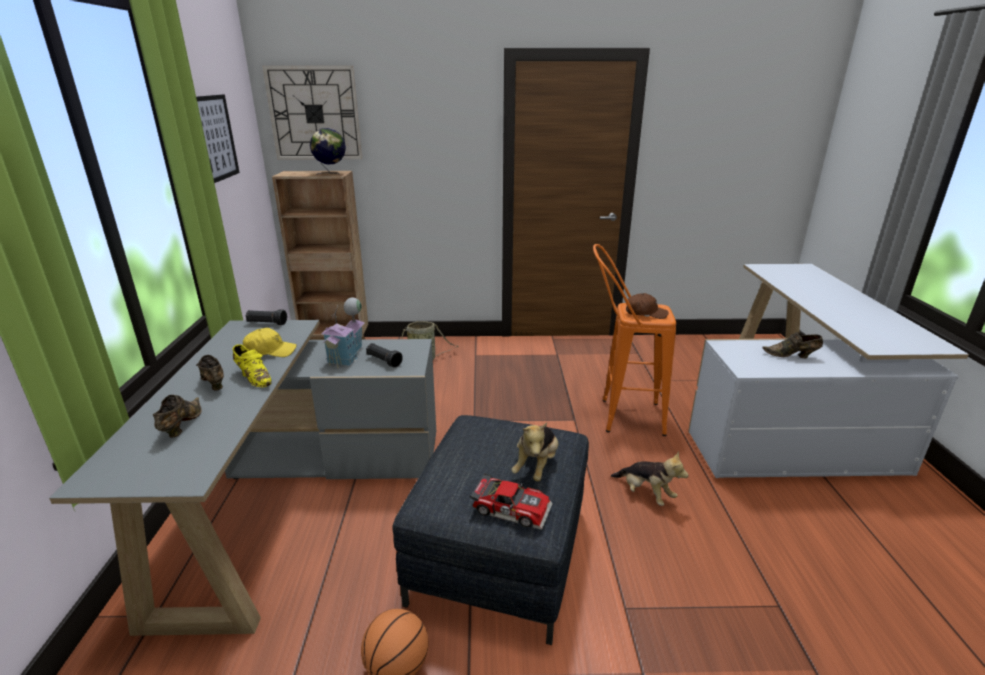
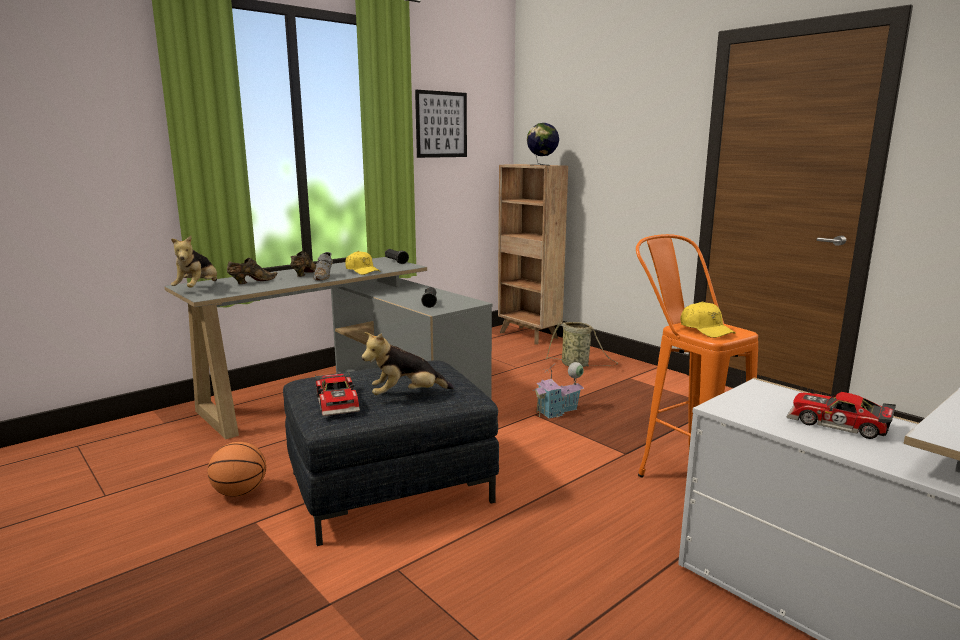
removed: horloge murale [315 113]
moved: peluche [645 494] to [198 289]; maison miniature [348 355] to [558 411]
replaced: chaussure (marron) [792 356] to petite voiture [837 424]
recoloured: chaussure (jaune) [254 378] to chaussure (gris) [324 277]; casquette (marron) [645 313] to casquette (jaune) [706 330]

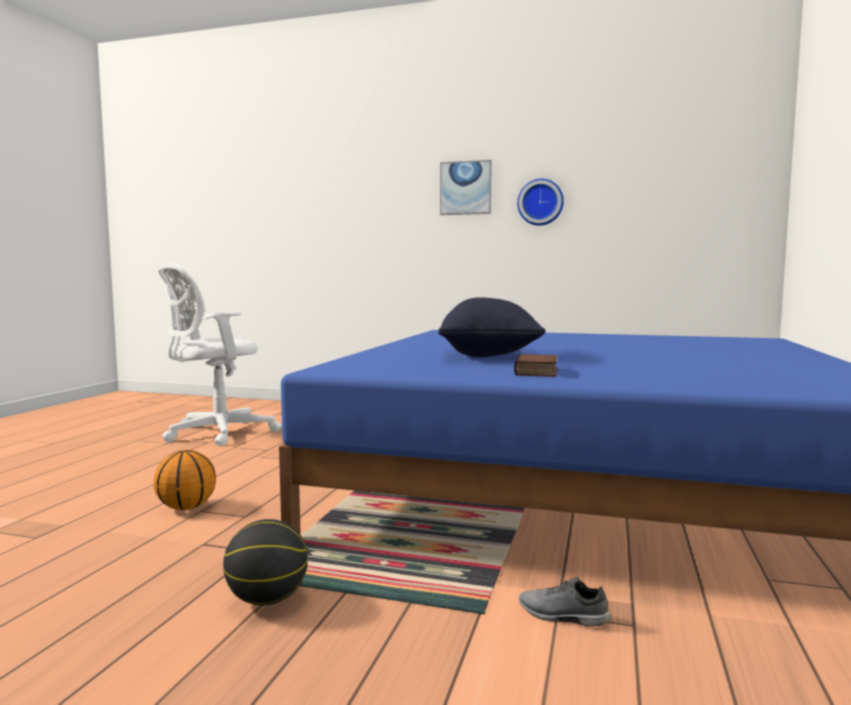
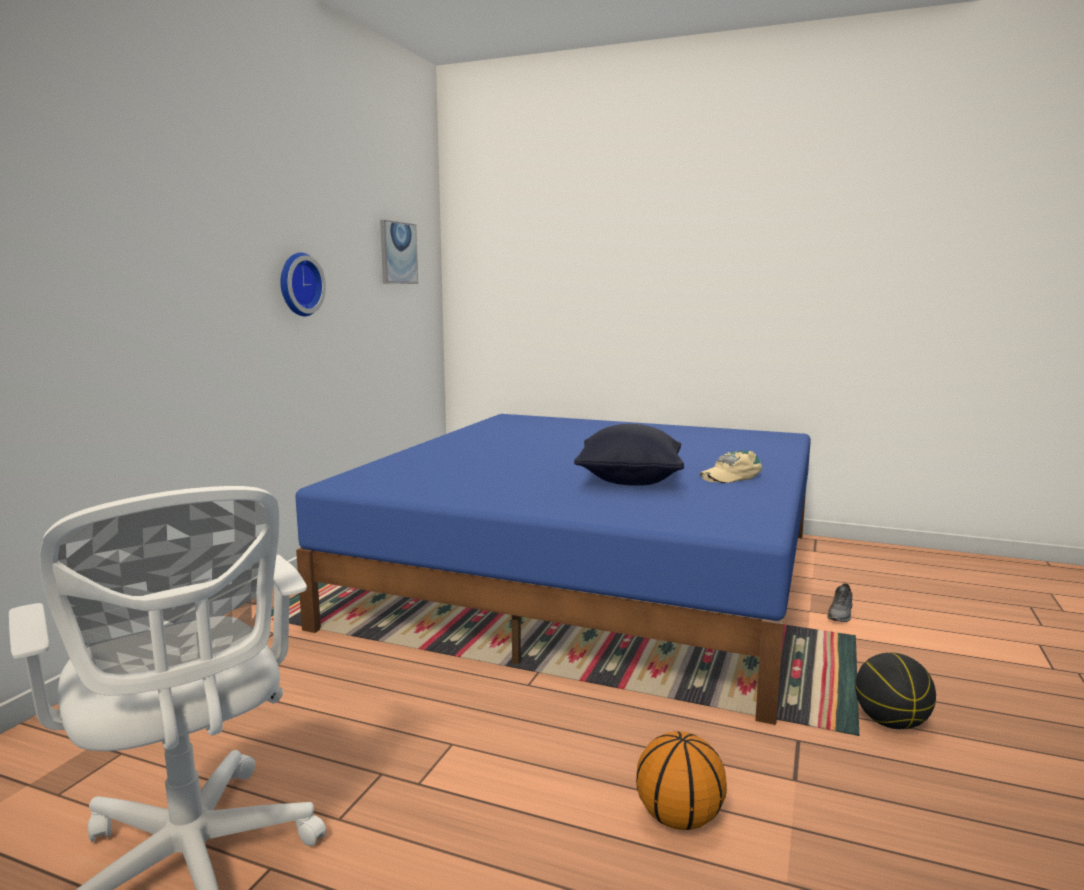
moved: tableau [465 188] to [398 253]
replaced: livre [538 372] to casquette (beige) [731 476]

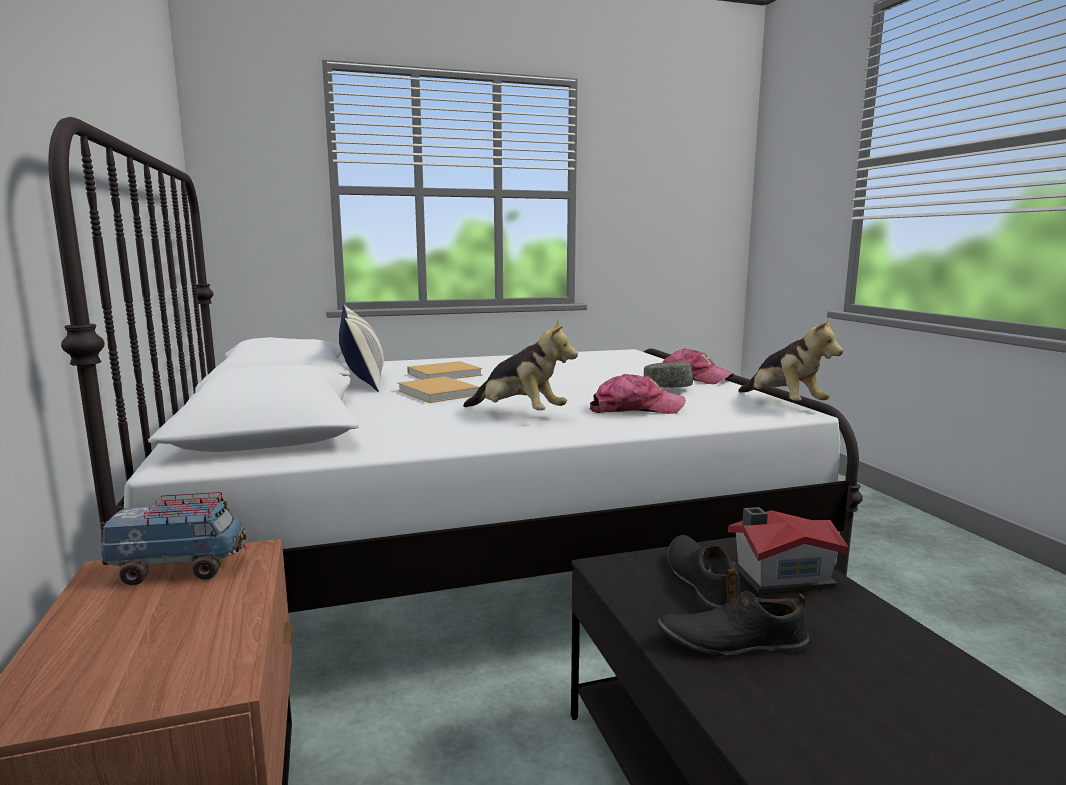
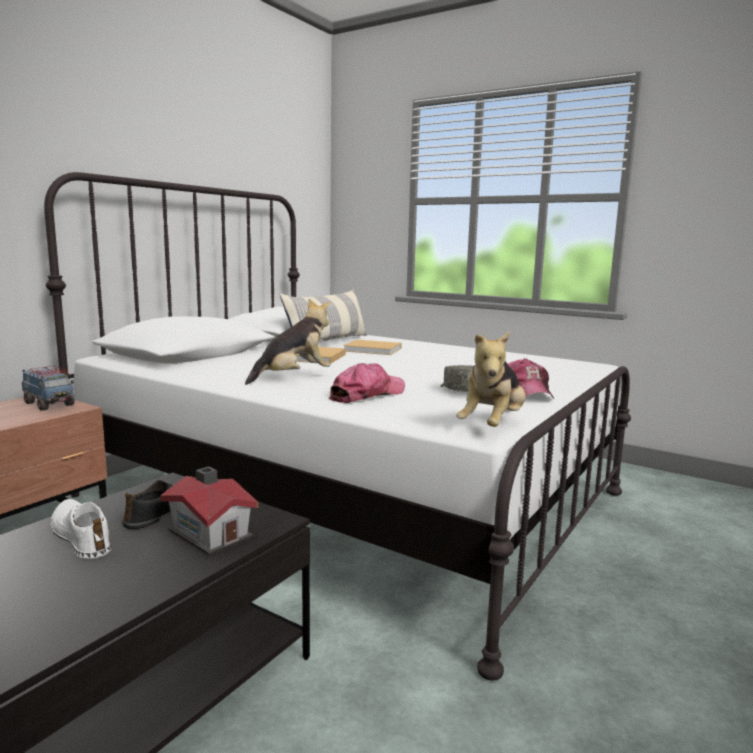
recoloured: chaussure (noir) [731 642] to chaussure (blanc) [82 535]
turned: peluche [519 414] = [293 377] 120 degrees counterclockwise; casquette [635 409] = [367 394] 90 degrees counterclockwise

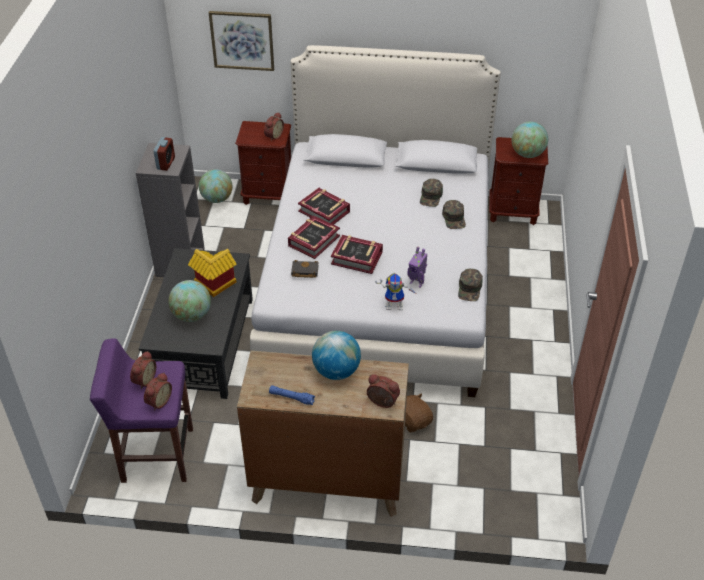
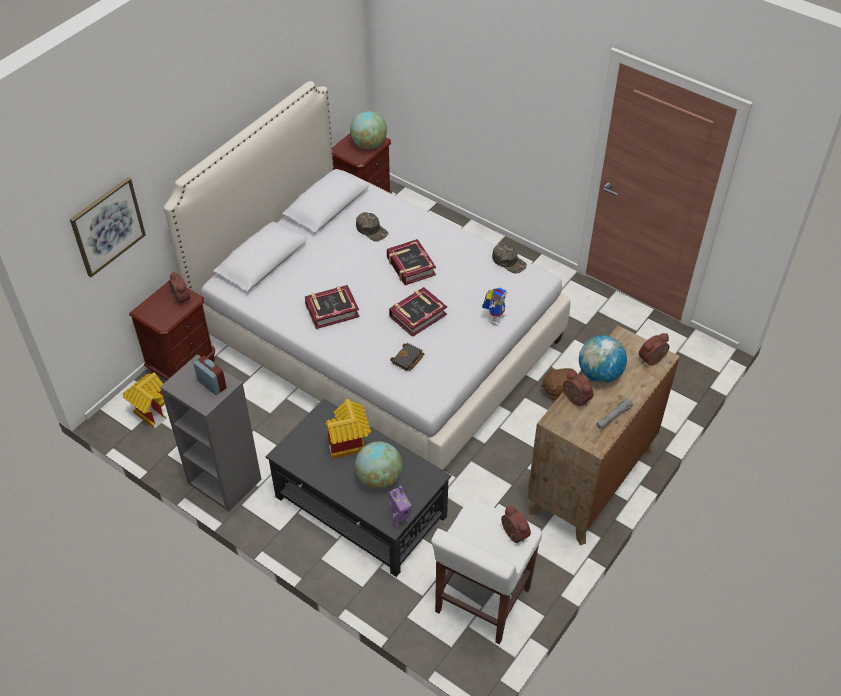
removed: casquette (vert) [454 218]
moved: livre [313 241] to [410 266]; robot jouet [417 282] to [400 519]; réveil [143 380] to [575 400]
replaced: globe [217 199] to maison miniature [150 410]
recoloured: tabouret (violet) [156 455] to tabouret (blanc) [481 601]; lampe de poche (bleu) [291 398] to lampe de poche (gris) [613 417]

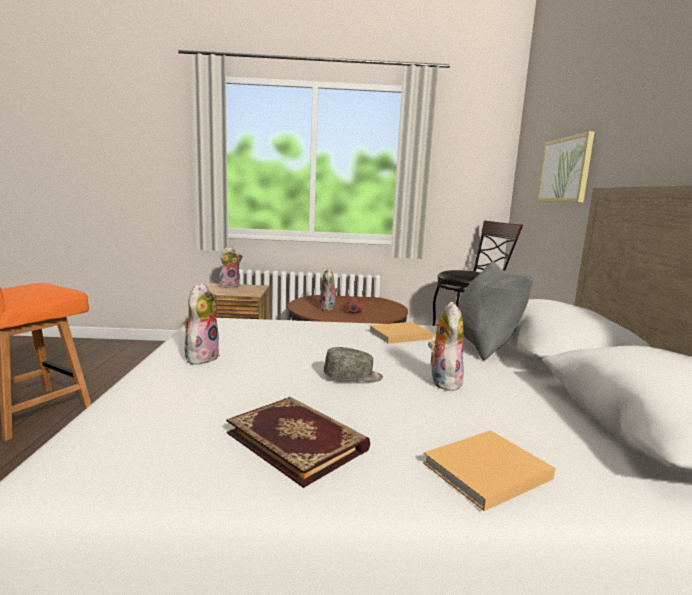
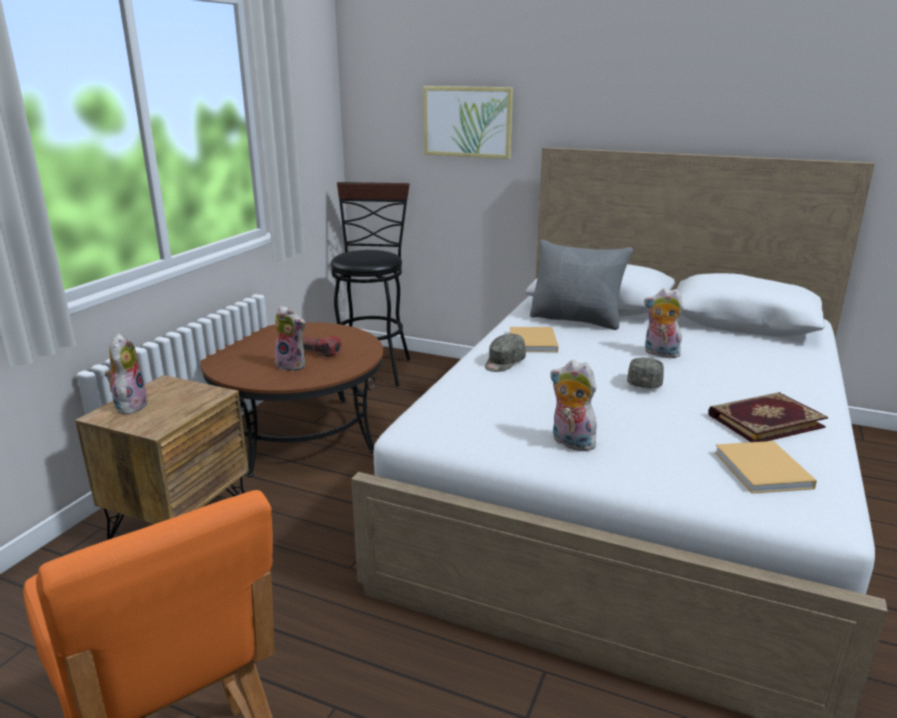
added: casquette (gris) [504 363]
moved: livre (beige) [484 471] to [763 471]

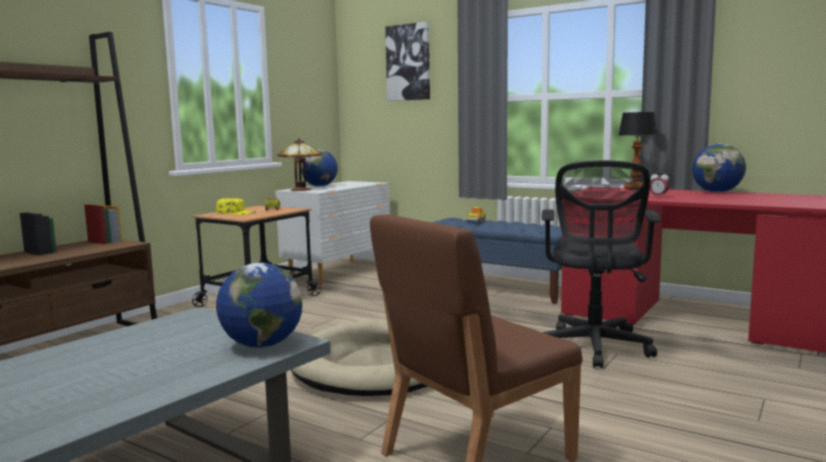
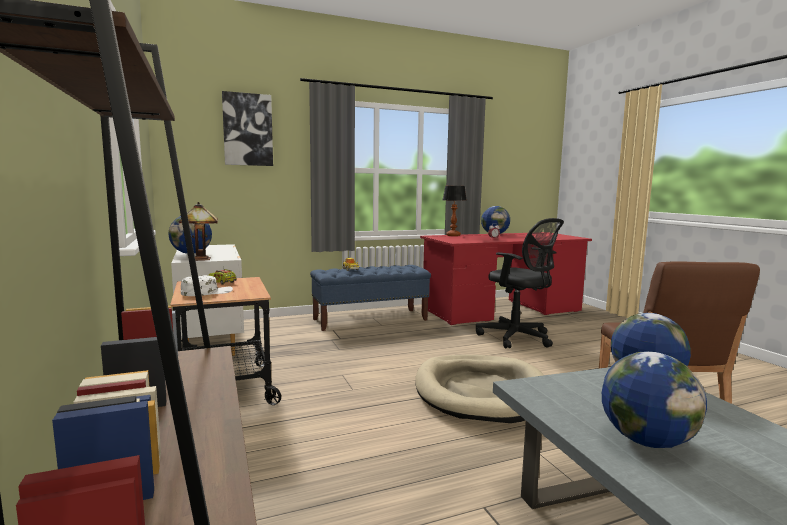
added: globe [646 441]
recoloured: casquette (jaune) [236 212] to casquette (blanc) [207 292]

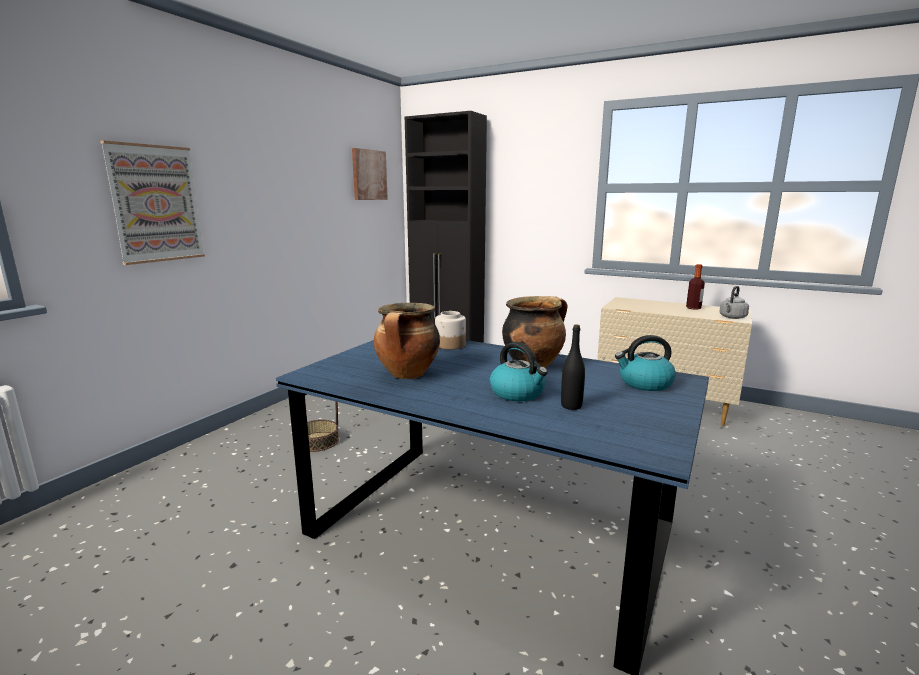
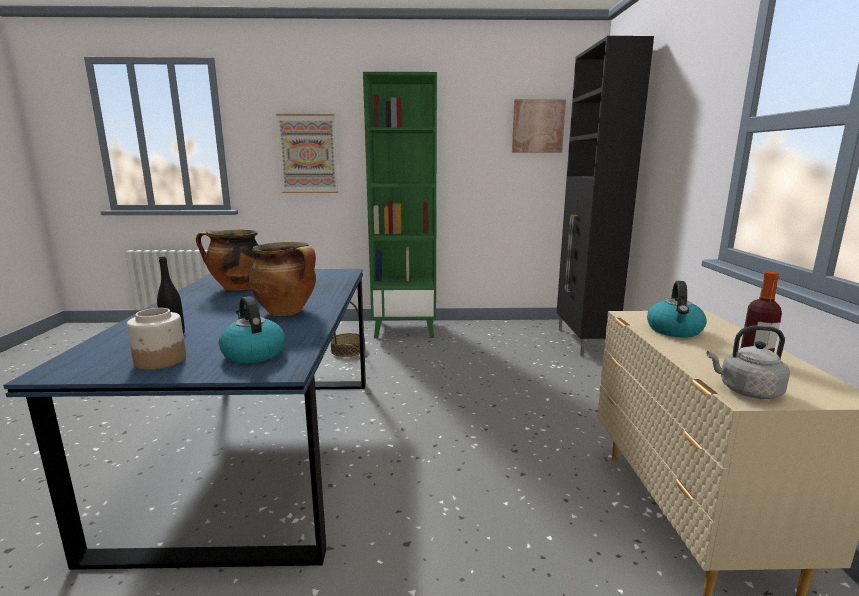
added: bibliothèque (vert) [405 329]
moved: bocal [451 345] to [160 360]; bouilloire [518 393] to [674 331]

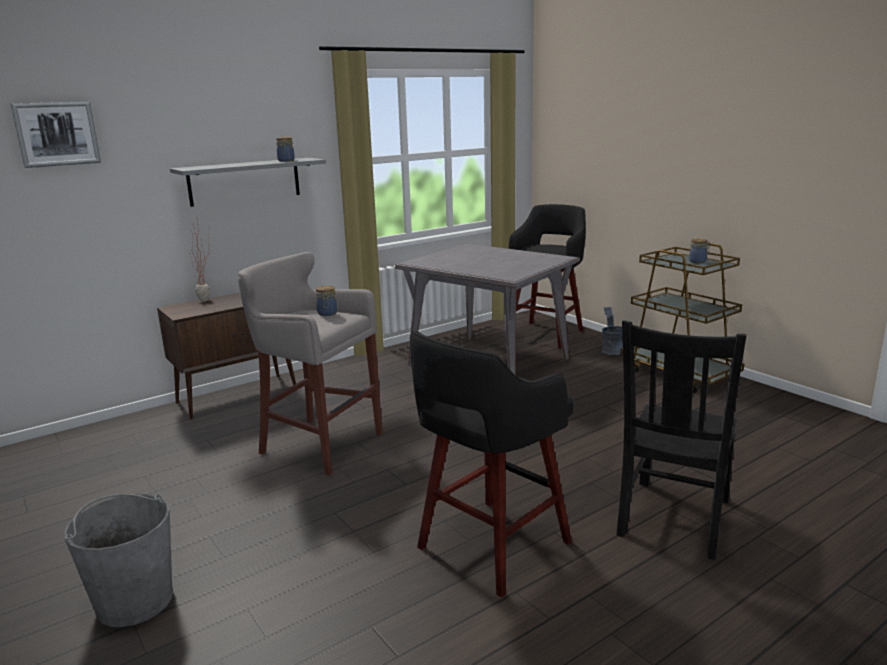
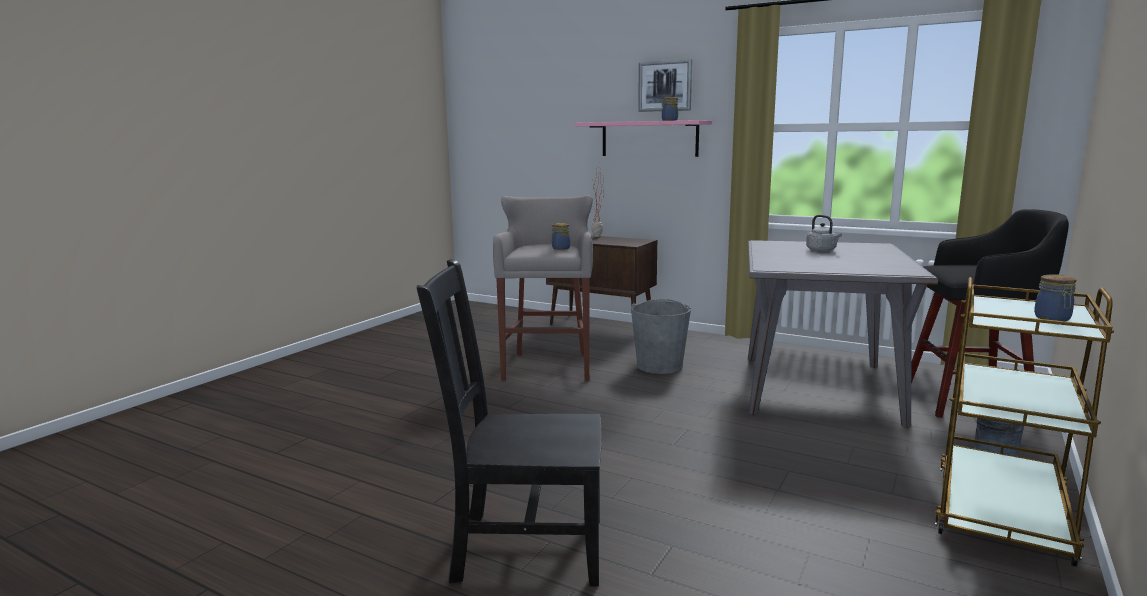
removed: tabouret (noir) [490 547]
added: bouilloire (gris) [822 250]
moved: seau (gris) [134 600] to [659 366]; tableau [57 134] to [665 86]
recoloured: étagère (gris) [245 181] to étagère (rose) [649 139]

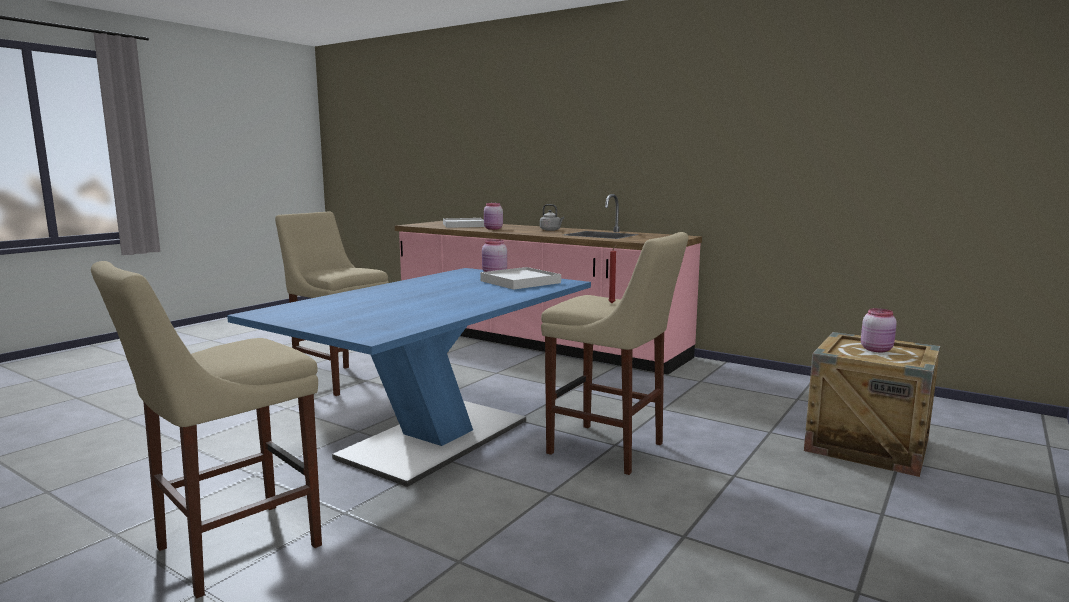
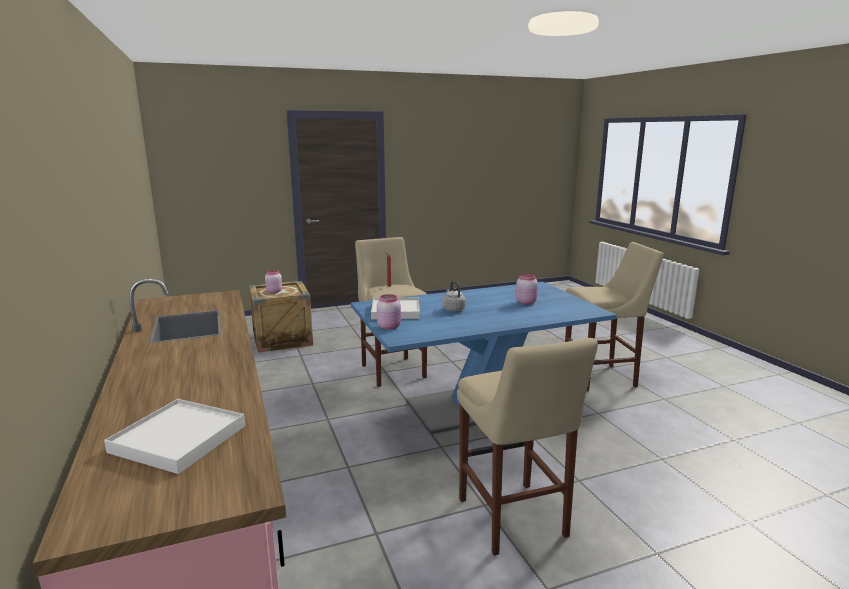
moved: bouilloire (gris) [551 230] to [453 309]; bocal (rose) [493 229] to [526 302]

